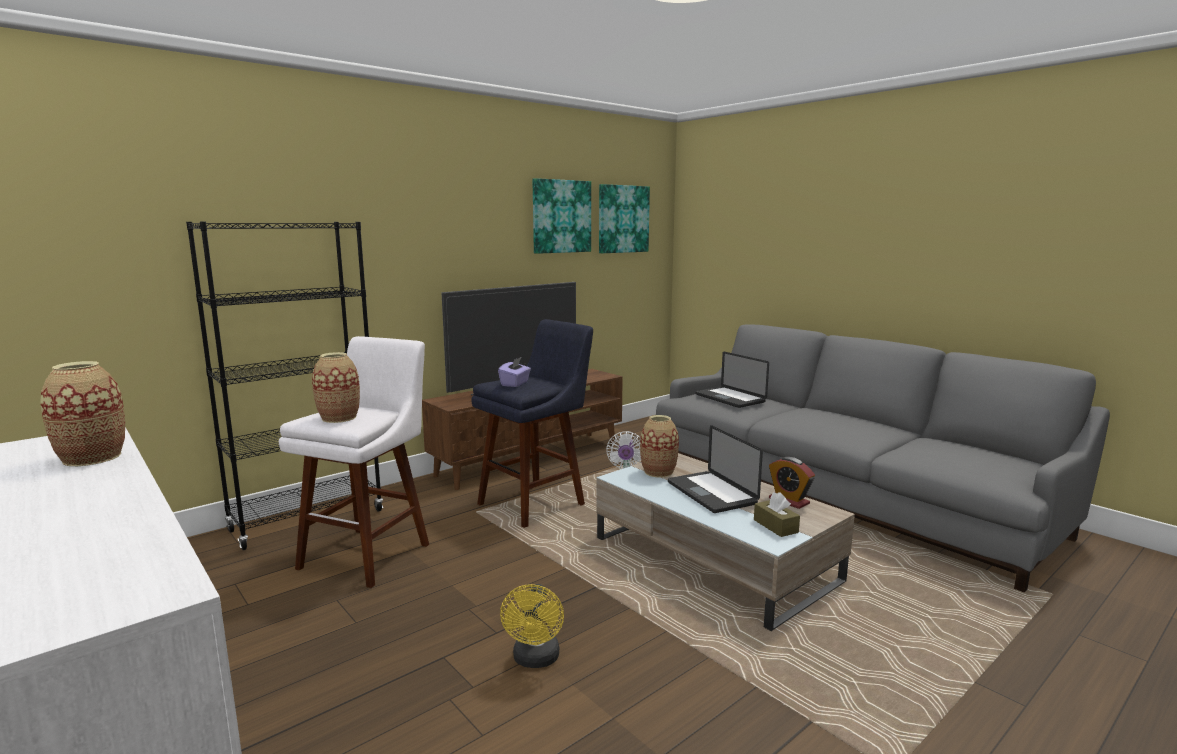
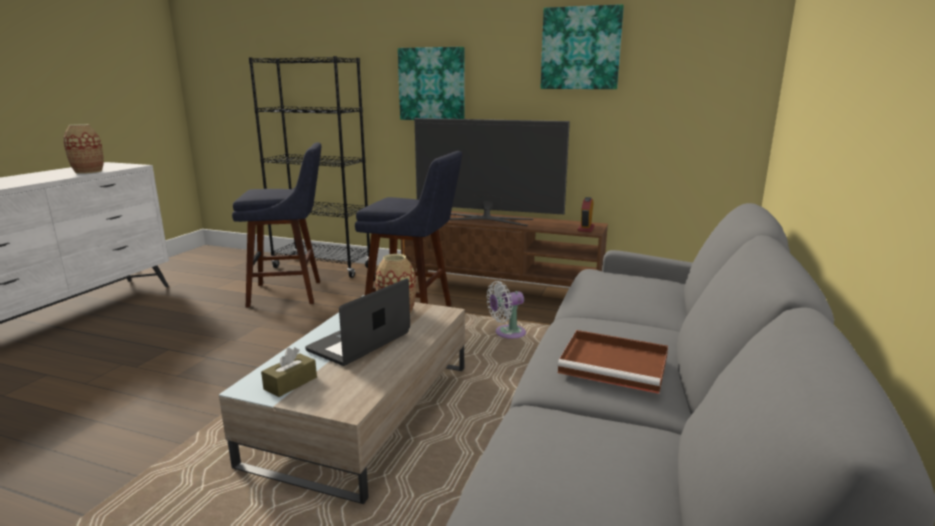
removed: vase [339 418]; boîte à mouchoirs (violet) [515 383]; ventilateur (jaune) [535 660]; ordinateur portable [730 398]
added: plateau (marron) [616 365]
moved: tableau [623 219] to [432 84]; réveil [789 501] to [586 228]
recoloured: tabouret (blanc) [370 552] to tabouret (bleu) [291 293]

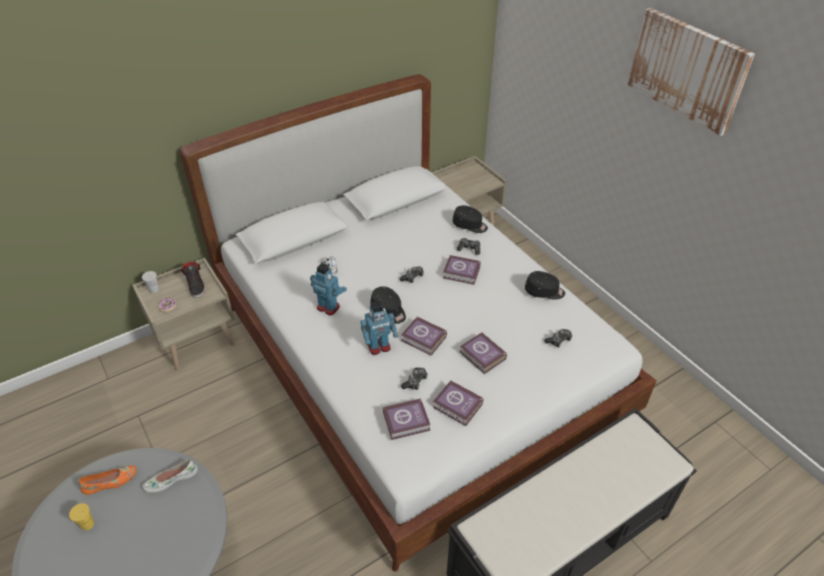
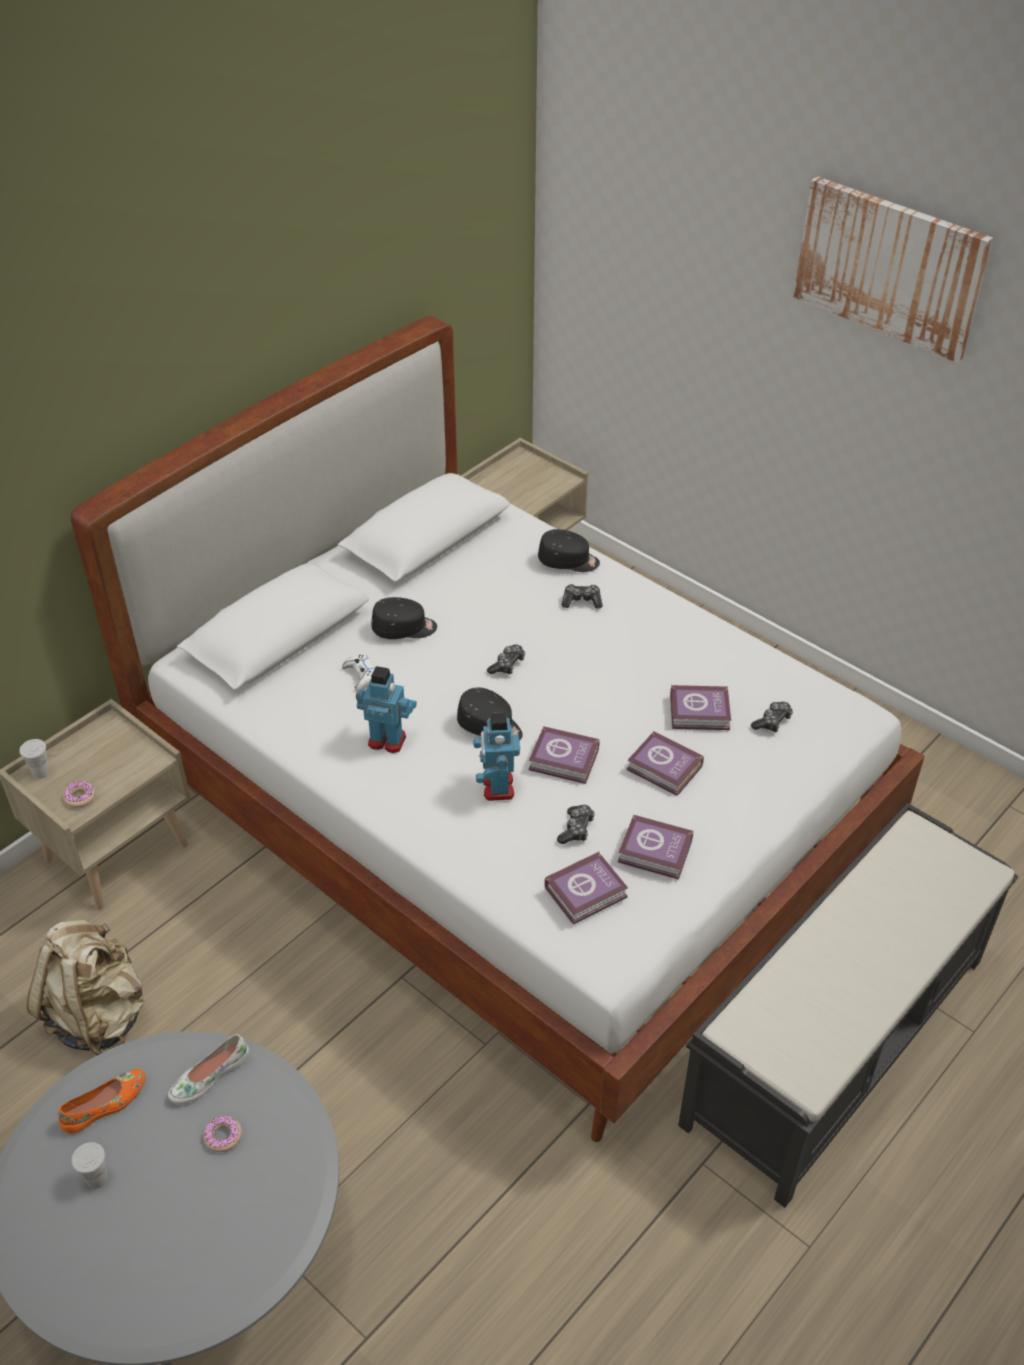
removed: chaussure (noir) [196 285]
added: sac à dos (beige) [99 1016]; beignet [223 1136]
moved: casquette (noir) [544 292] to [404 629]; livre [462 273] to [701 713]
recoloured: tasse (jaune) [88 524] to tasse (blanc) [97 1179]
turned: robot jouet [379 347] = [497 787] 120 degrees clockwise

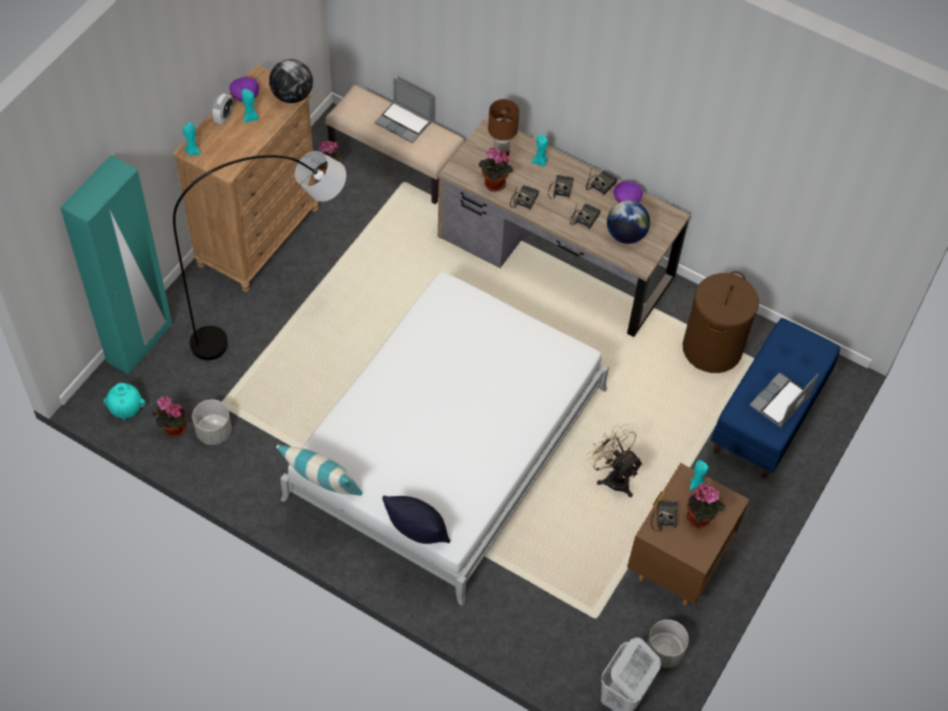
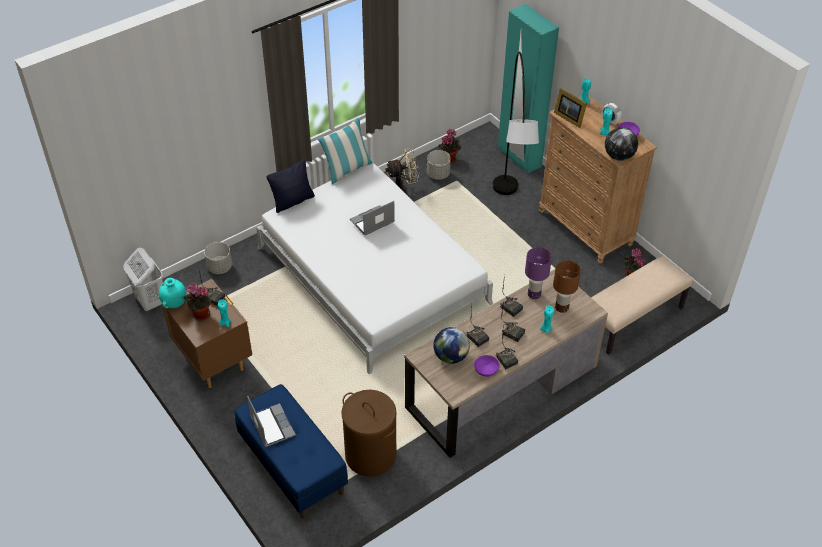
added: cadre photo [569 117]
moved: vase (turquoise) [127 410] to [174 304]; cache-pot (gris) [664 651] to [220 267]; ordinateur portable [404 123] to [372 222]; ventilateur (beige) [613 476] to [402 189]
replaced: plante en pot [493 185] to lampe de table (violet) [534 294]

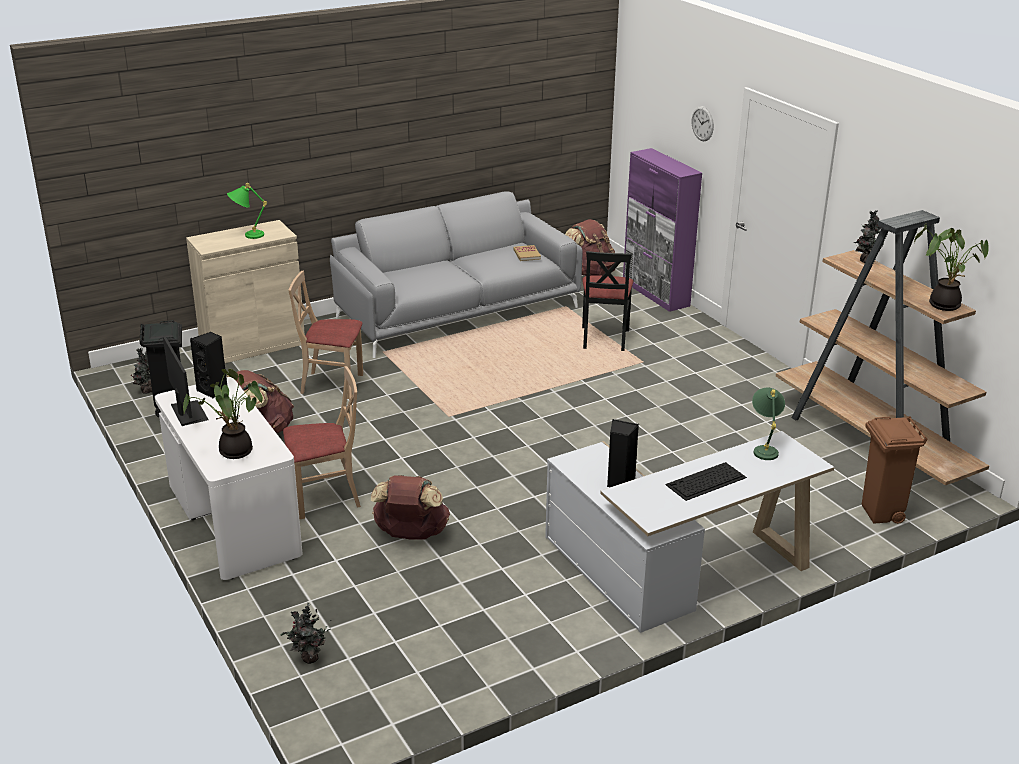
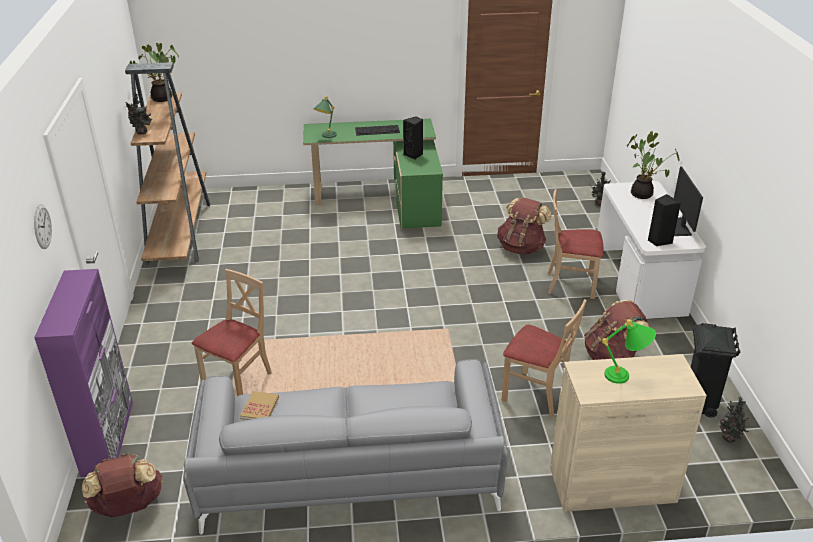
removed: poubelle (marron) [881 514]
recoloured: chaise (noir) [604 339] to chaise (beige) [238 381]; bureau (blanc) [675 570] to bureau (vert) [384 198]

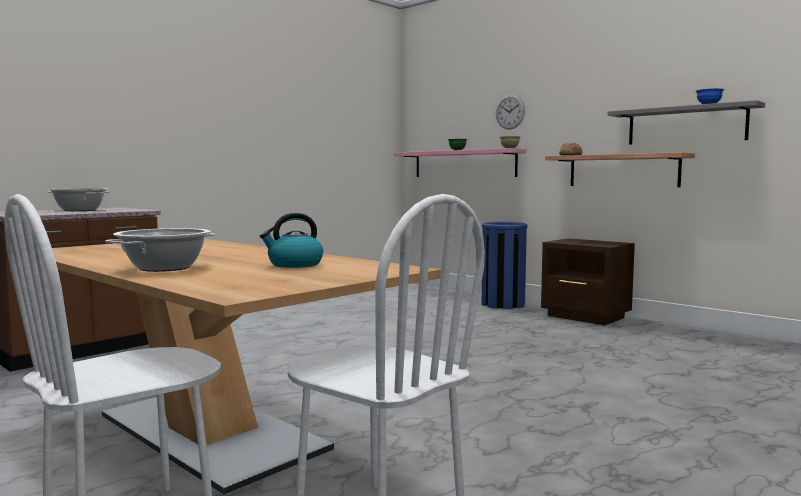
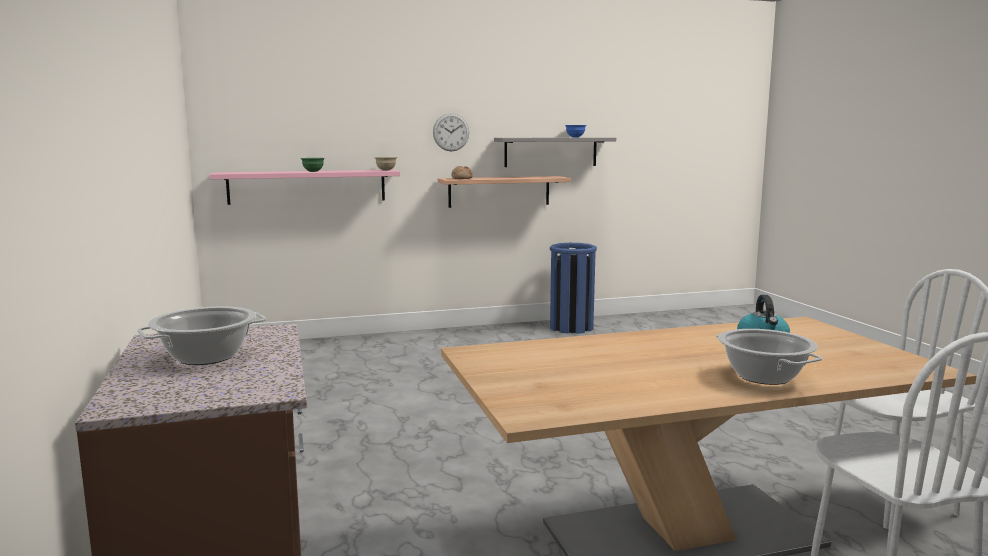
removed: table de chevet (marron) [586 317]
moved: horloge murale [510 112] to [451 132]; poubelle (bleu) [503 304] to [571 327]

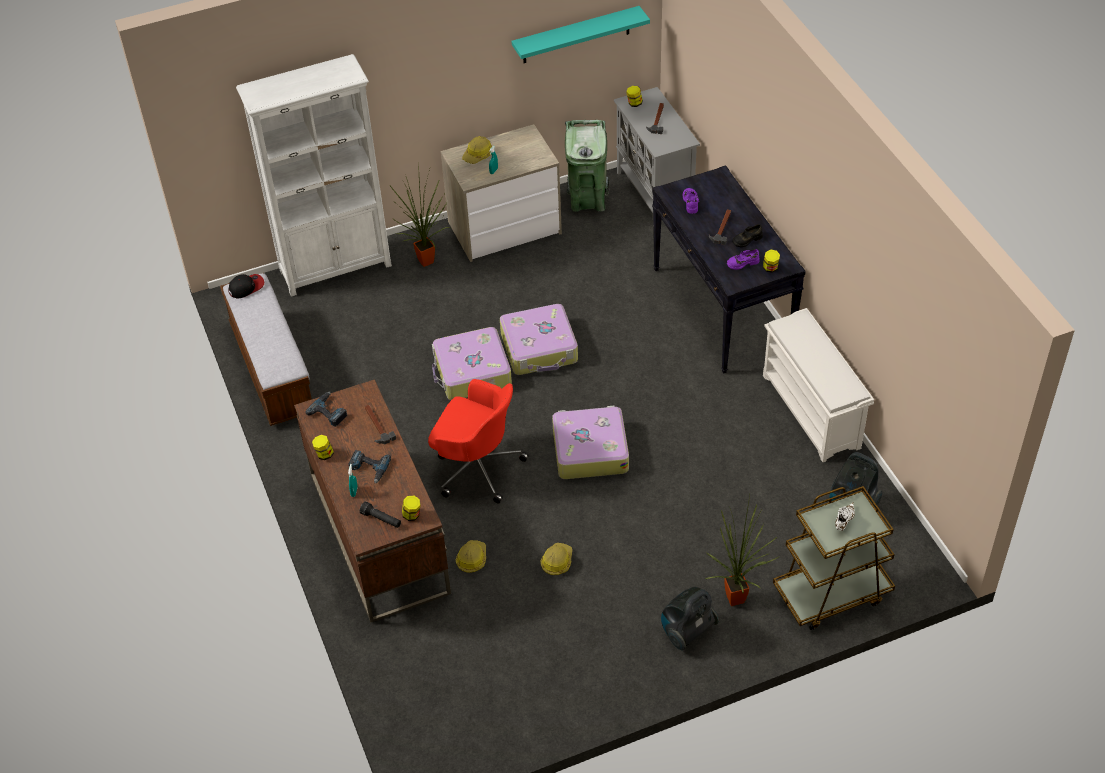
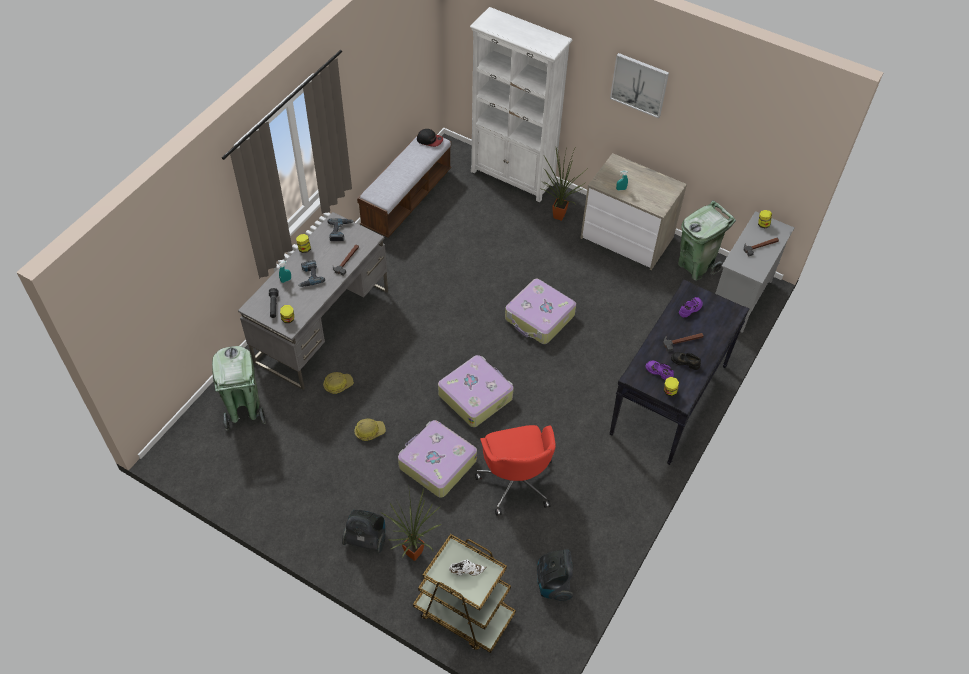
removed: casque de chantier [478 155]; étagère (turquoise) [576 35]; étagère à chaussures (blanc) [812 412]
added: poubelle (vert) [244 411]; tableau [639 84]
moved: valise [472 372] to [436 463]; chaise de bureau (rouge) [477 467] to [516 480]
recoloured: bureau (marron) [378 533] to bureau (gris) [323 325]

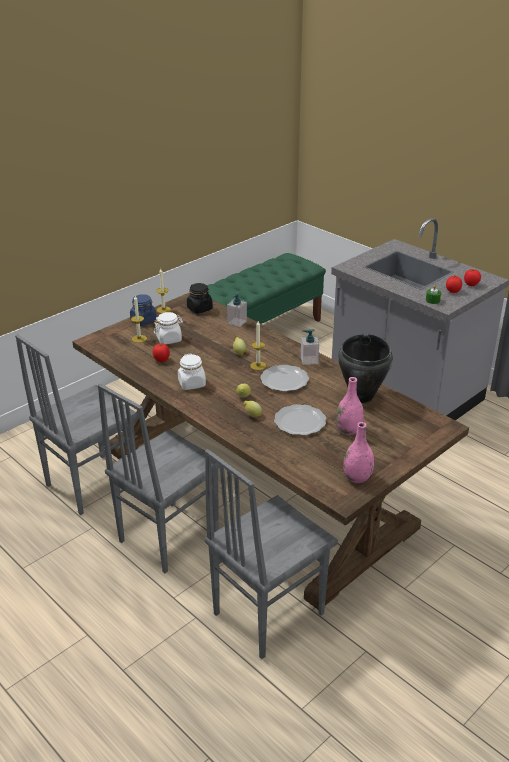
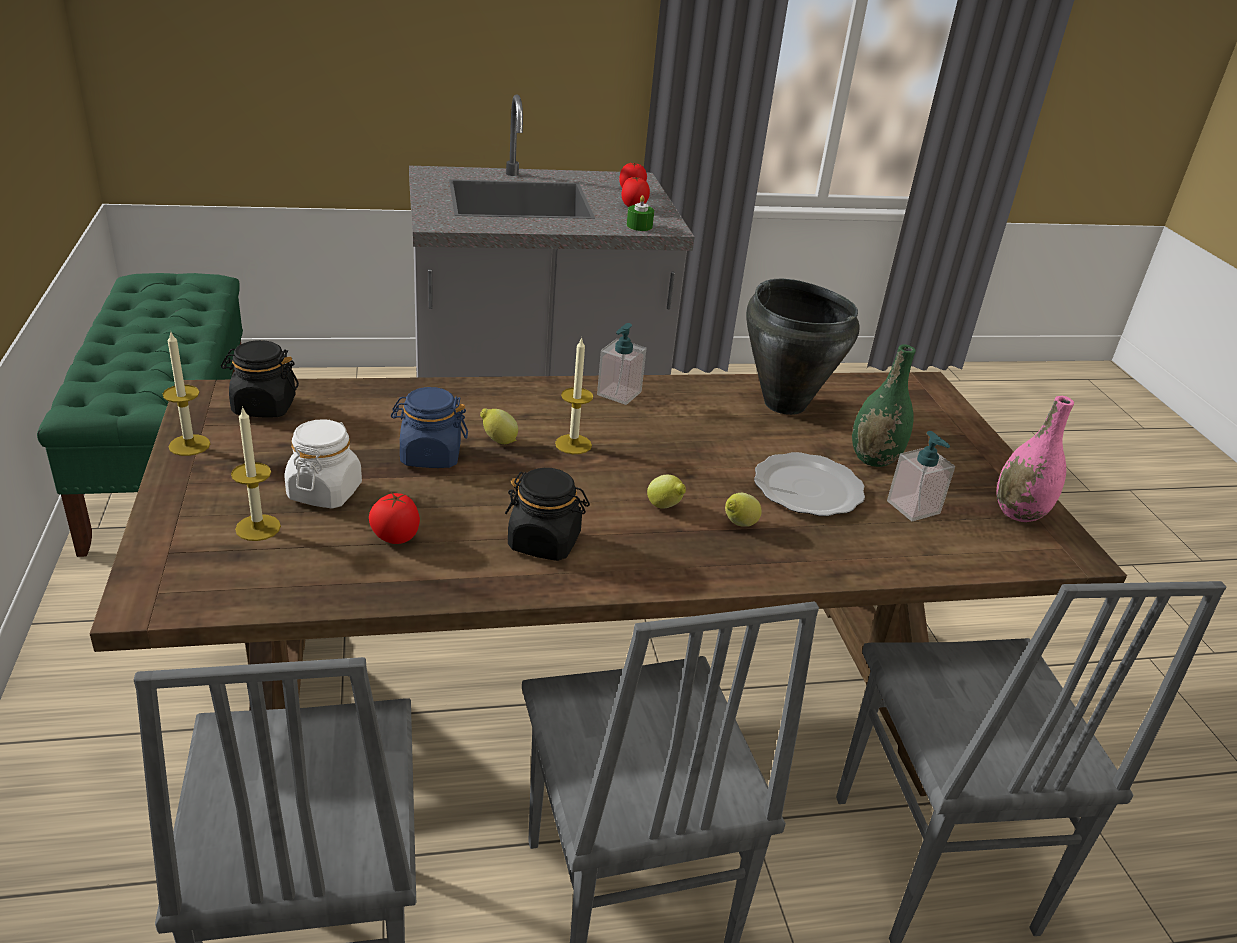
removed: assiette [283 380]
moved: bocal (bleu) [143 320] to [430 456]; distributeur de savon [237 322] to [913 507]
recoloured: bocal (blanc) [192 384] to bocal (noir) [544 542]; vase (rose) [348 430] to vase (vert) [874 459]

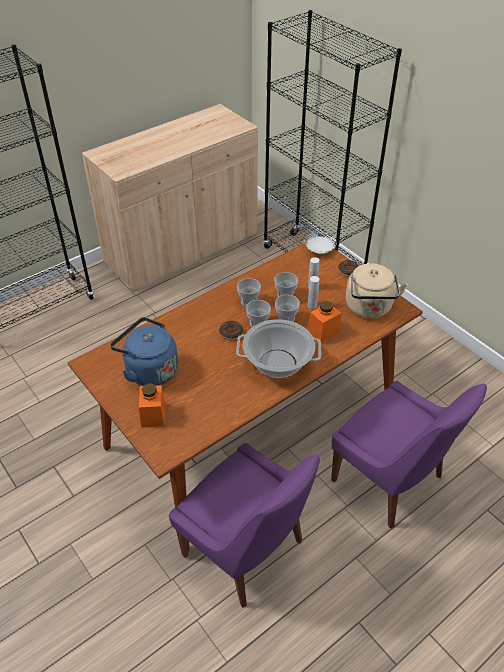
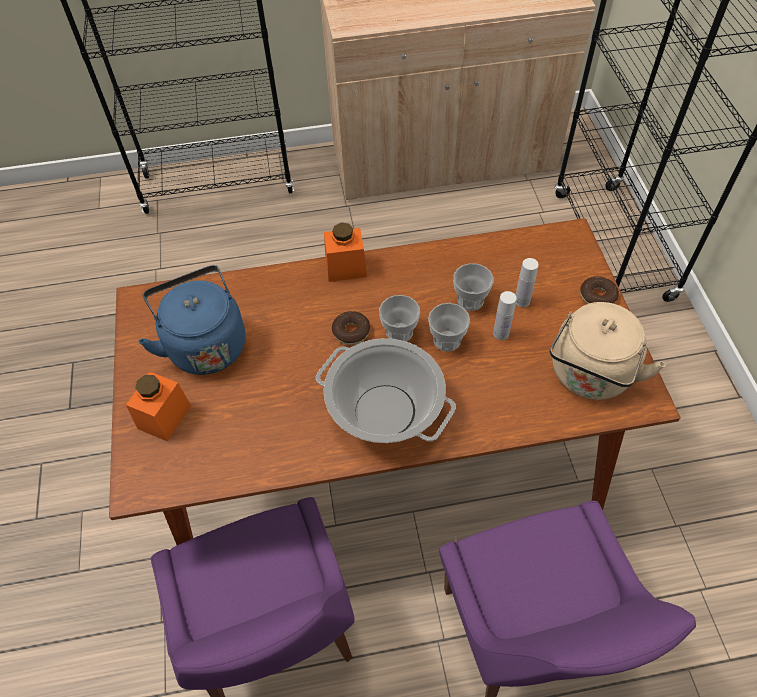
removed: tasse [248 301]; assiette (blanc) [319 250]
moved: bocal (orange) [323 331] to [346 268]

